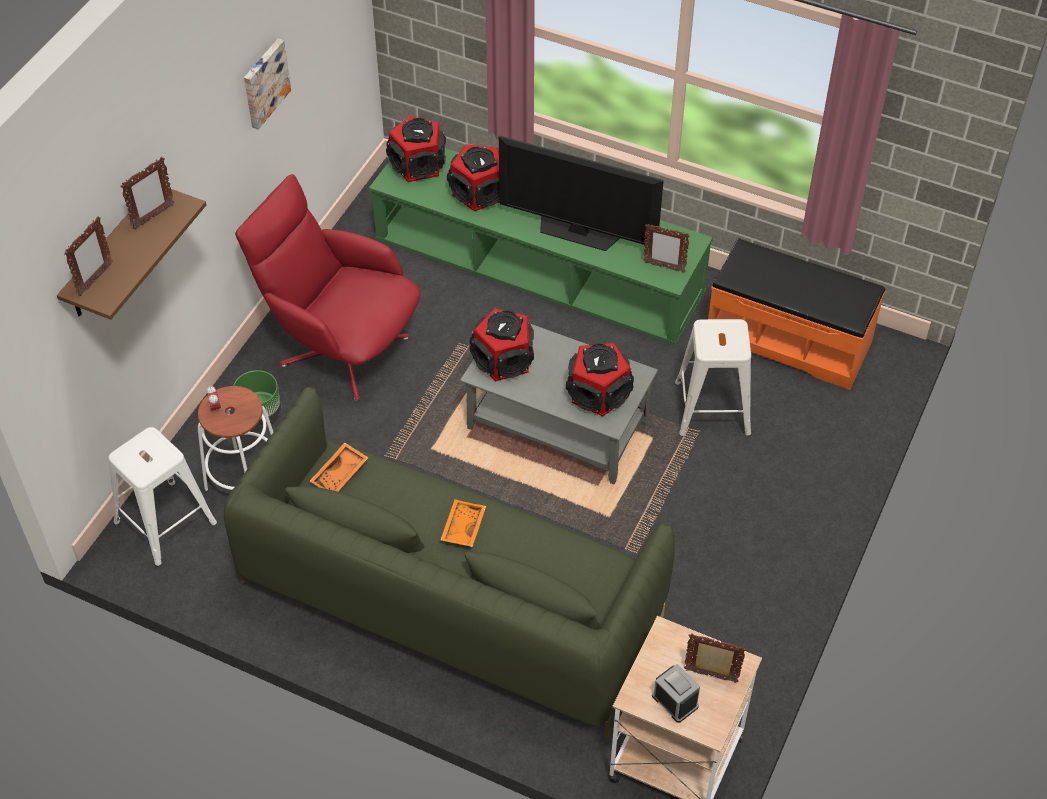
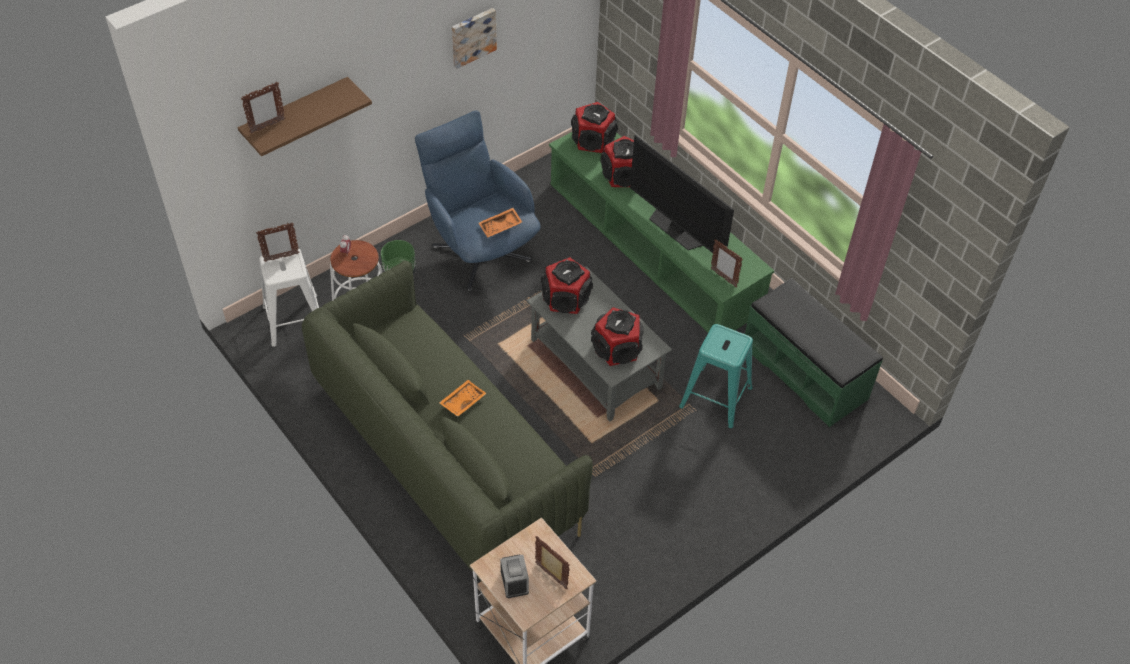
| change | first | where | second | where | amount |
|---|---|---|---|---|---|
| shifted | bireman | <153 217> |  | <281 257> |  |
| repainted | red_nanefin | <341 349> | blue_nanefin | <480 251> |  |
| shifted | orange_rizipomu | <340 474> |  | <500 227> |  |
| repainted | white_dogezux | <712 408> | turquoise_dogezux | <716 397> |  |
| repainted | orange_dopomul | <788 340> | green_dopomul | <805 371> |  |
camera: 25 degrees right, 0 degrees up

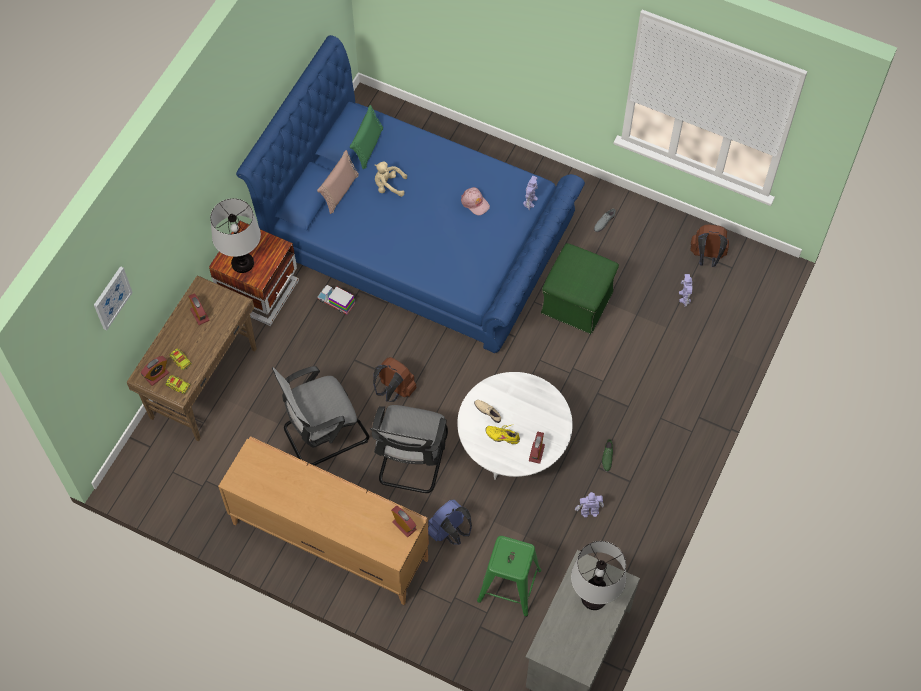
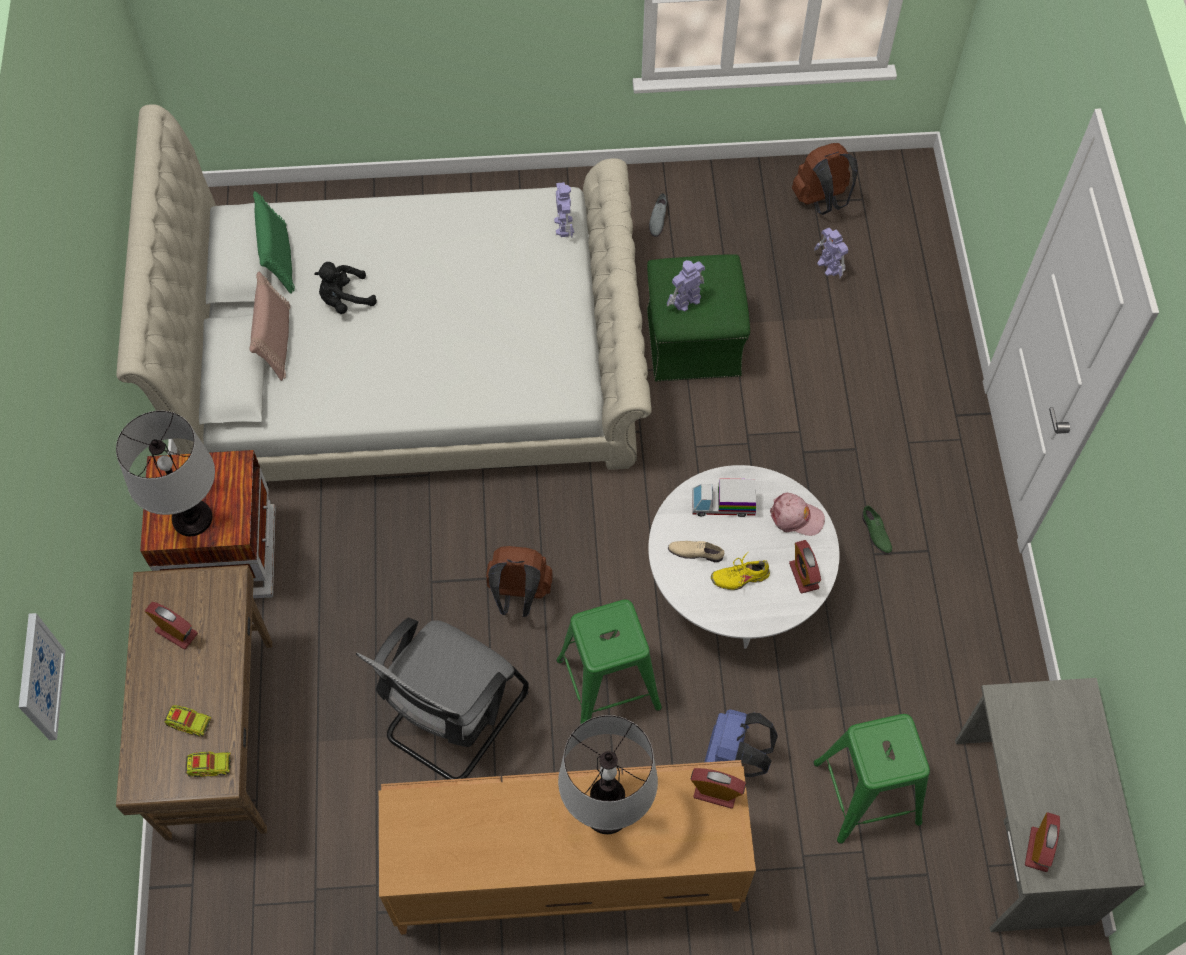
| change | first | where | second | where | amount |
|---|---|---|---|---|---|
| repainted | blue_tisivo | <417 235> | beige_tisivo | <411 359> |  |
| repainted | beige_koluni | <388 186> | black_koluni | <345 299> |  |
| swapped | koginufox | <411 459> | green_dogezux | <608 684> |  |
| shifted | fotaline | <594 598> |  | <607 812> |  |
| shifted | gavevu | <589 511> |  | <686 301> |  |
| shifted | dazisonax | <336 302> |  | <723 504> |  |
| shifted | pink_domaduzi | <475 203> |  | <796 517> |  |
| shifted | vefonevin | <157 375> |  | <1038 849> |  |
camera: 30 degrees left, 0 degrees up

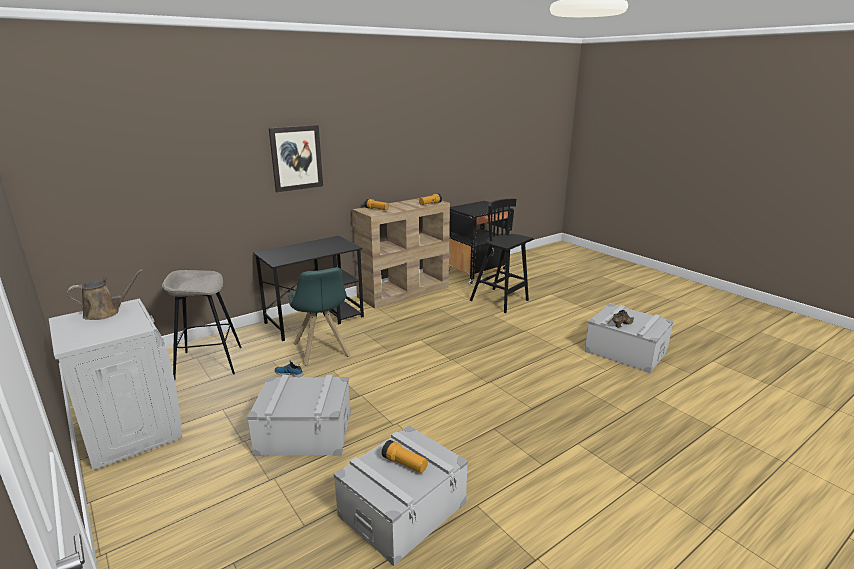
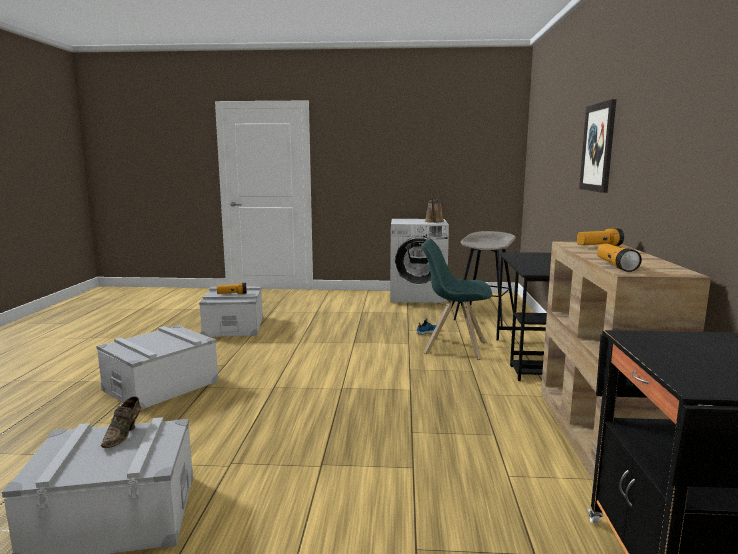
| change | first | where | second | where | amount |
|---|---|---|---|---|---|
| shifted | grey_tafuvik | <305 432> |  | <161 386> |  |
| gone | black_dogezux | <501 301> |  |  |  |
camera: 130 degrees right, 10 degrees down

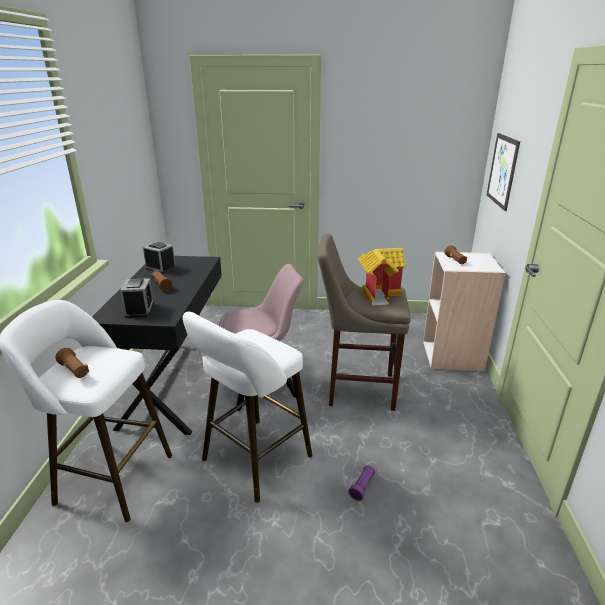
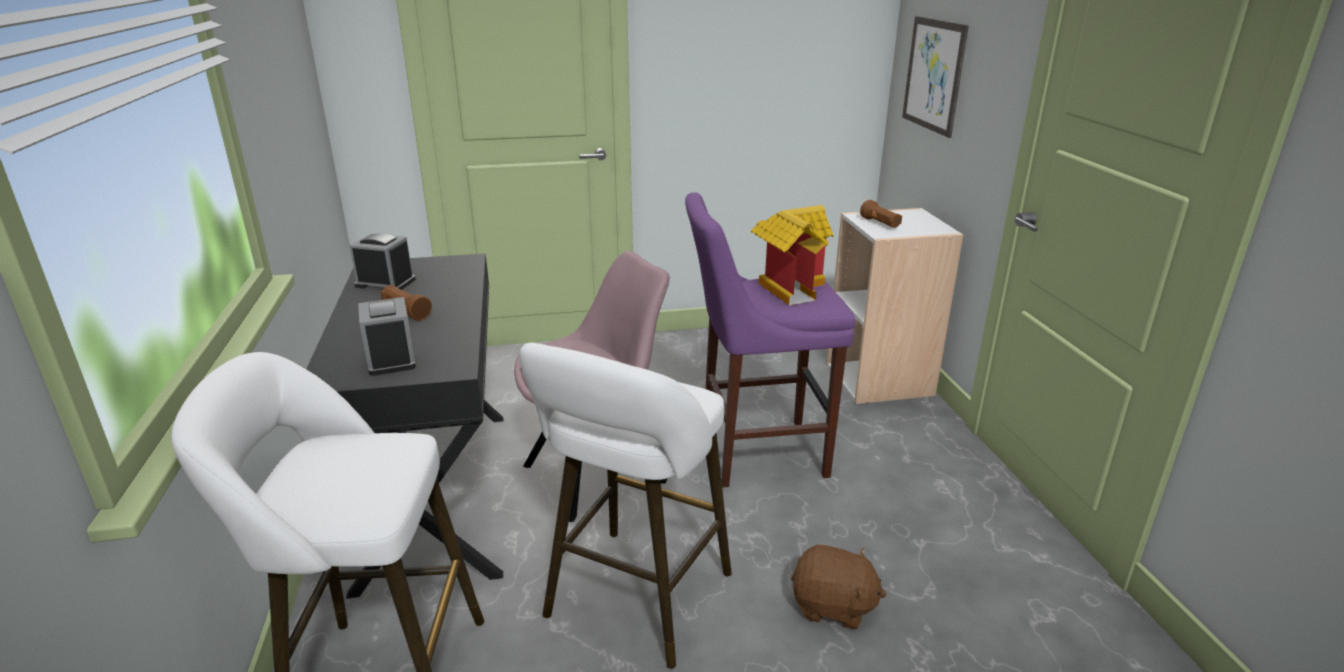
| change | first | where | second | where | amount |
|---|---|---|---|---|---|
| repainted | beige_dogezux | <357 388> | purple_dogezux | <756 452> |  |
| swapped | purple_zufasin | <362 487> | brown_koluni | <833 606> |  |
| gone | brown_zufasin | <74 371> |  |  |  |
camera: 15 degrees left, 0 degrees up

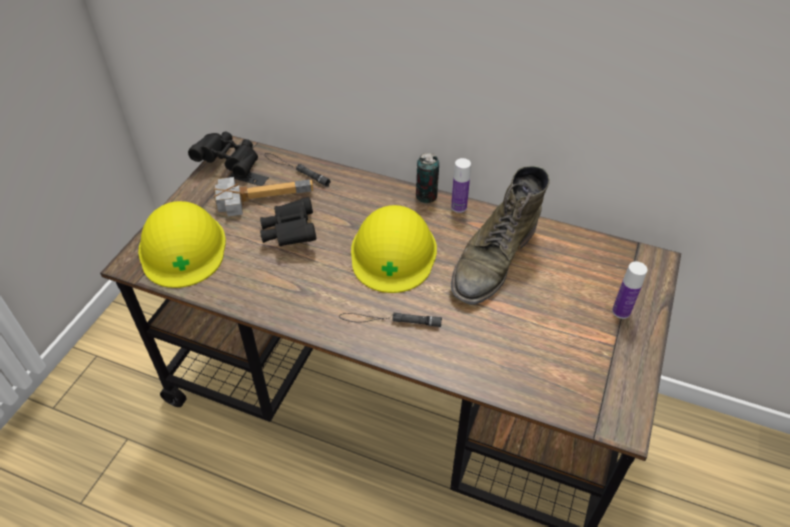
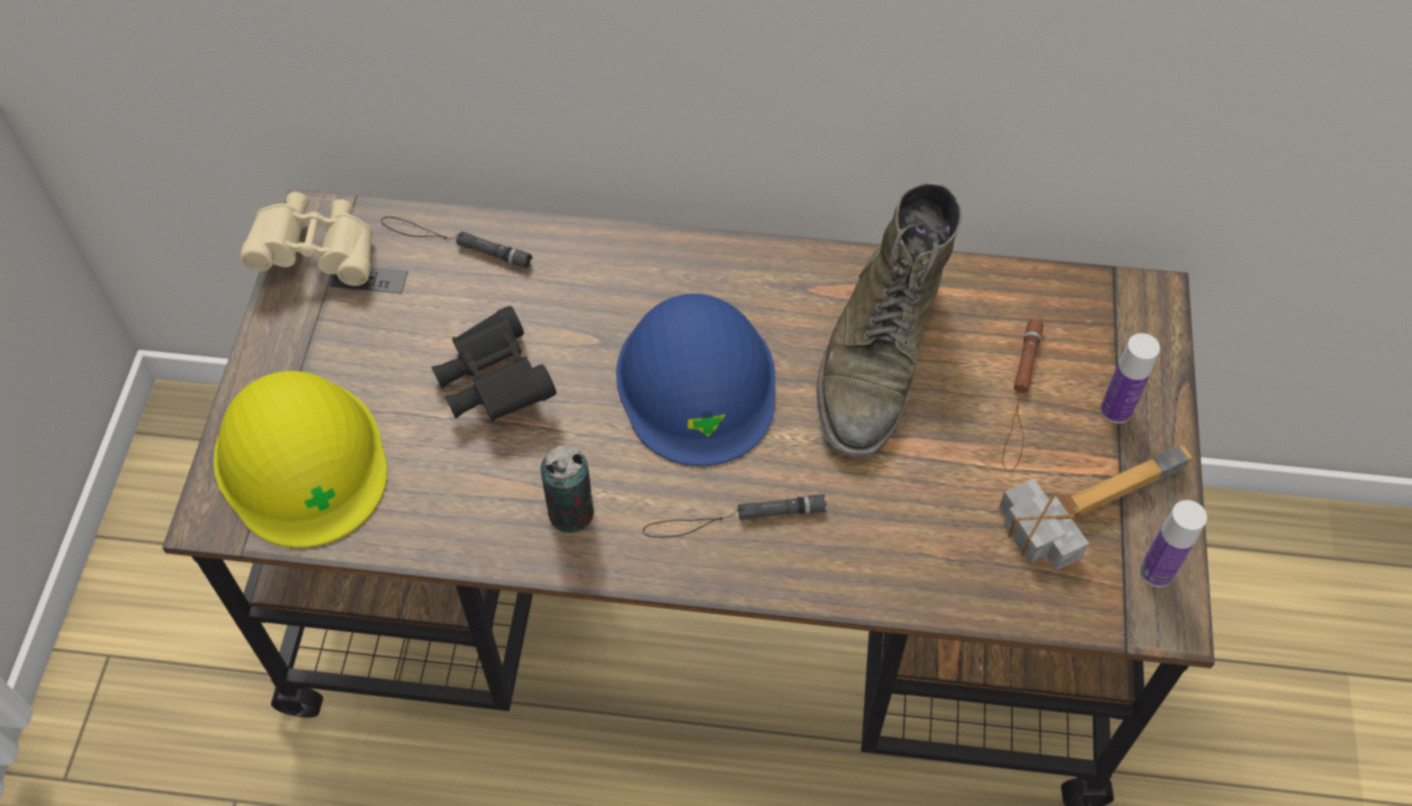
| change | first | where | second | where | amount |
|---|---|---|---|---|---|
| repainted | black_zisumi | <229 162> | beige_zisumi | <318 253> |  |
| shifted | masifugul | <426 196> |  | <571 513> |  |
| repainted | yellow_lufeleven | <393 252> | blue_lufeleven | <697 381> |  |
| shifted | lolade | <261 195> |  | <1086 498> |  |
| new |  |  | brown_zufasin | <1021 397> |  |
| shifted | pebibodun | <458 207> |  | <1156 572> |  |
camera: 15 degrees left, 10 degrees up

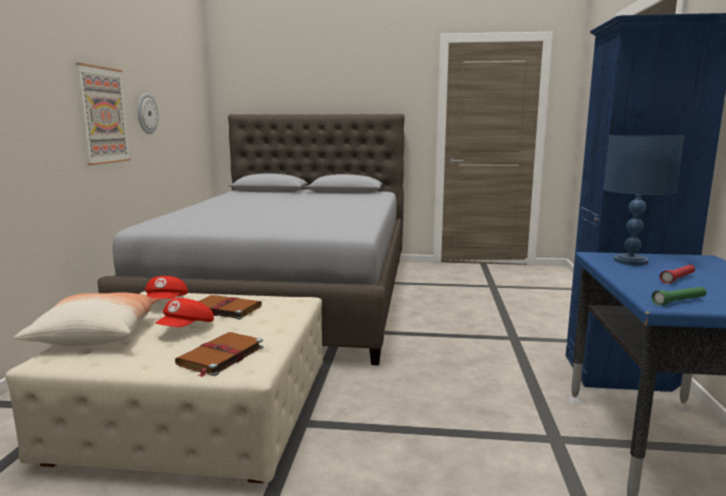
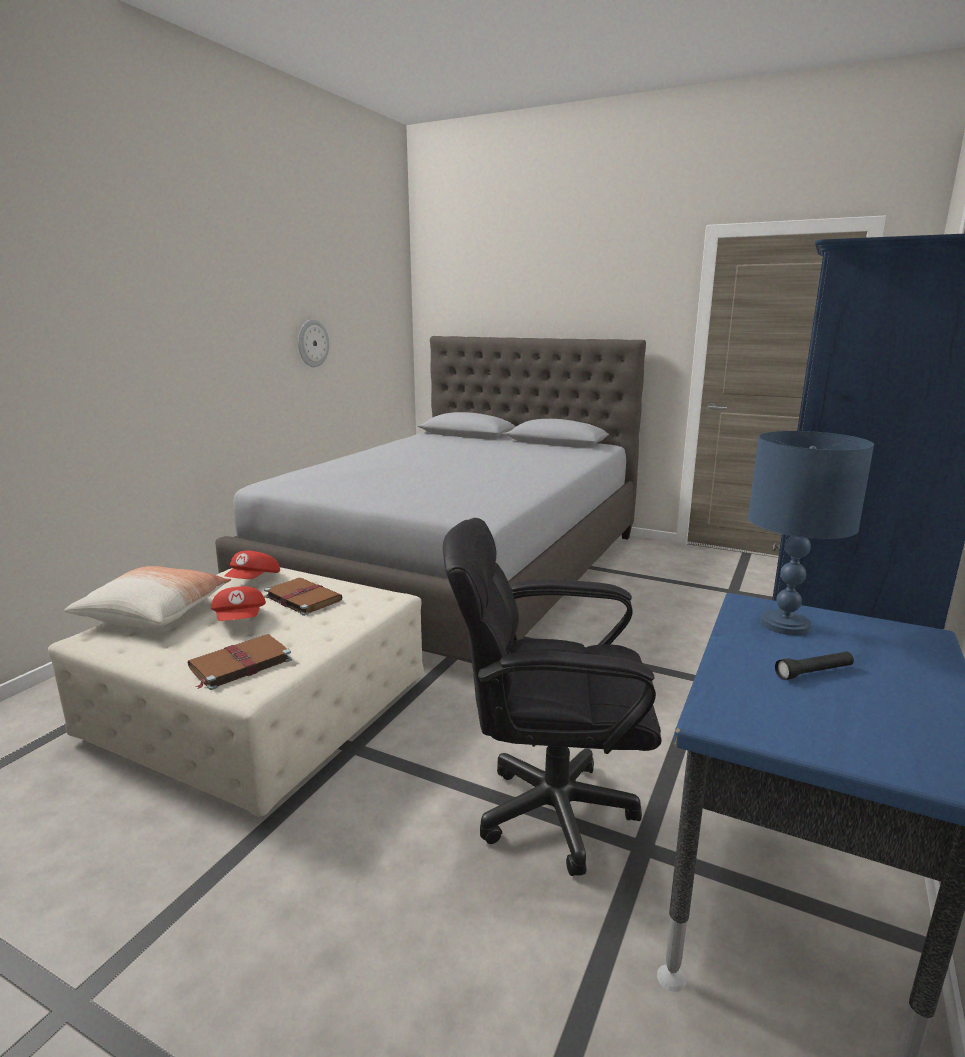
| change | first | where | second | where | amount |
|---|---|---|---|---|---|
| rotated | red_domaduzi | <186 329> |  | <241 620> | 60 degrees counterclockwise |
| new |  |  | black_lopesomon | <546 815> |  |
| repainted | red_zufasin | <677 279> | black_zufasin | <814 672> |  |
| gone | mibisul | <103 115> |  |  |  |
| gone | green_zufasin | <679 301> |  |  |  |
camera: 20 degrees right, 5 degrees up

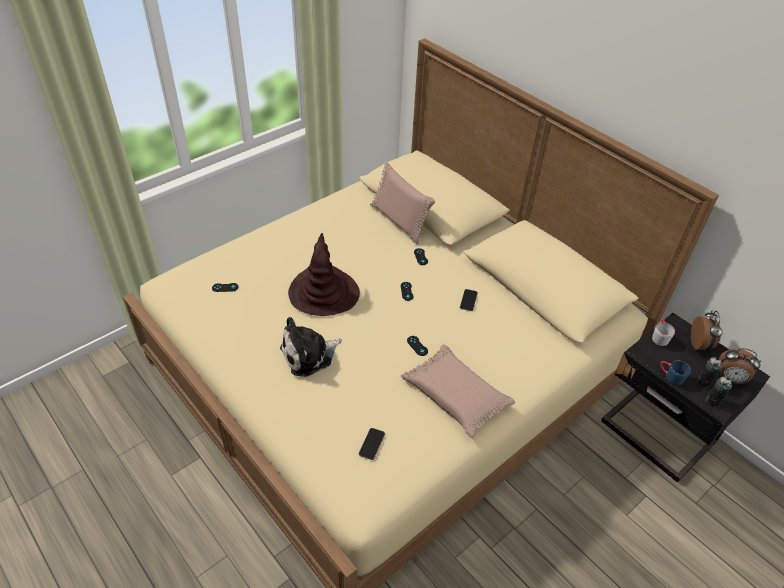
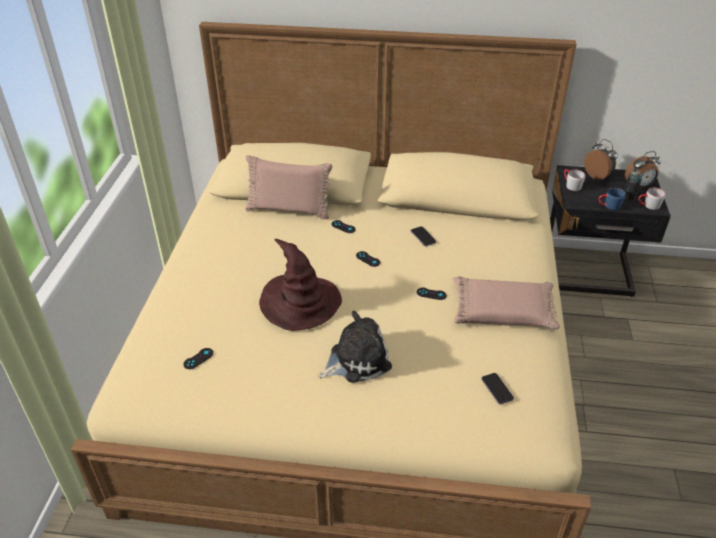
| change | first | where | second | where | amount |
|---|---|---|---|---|---|
| rotated | koluni | <309 355> |  | <356 360> | 135 degrees counterclockwise |
| swapped | masifugul | <712 401> | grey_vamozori | <648 206> |  |
camera: 40 degrees left, 5 degrees down

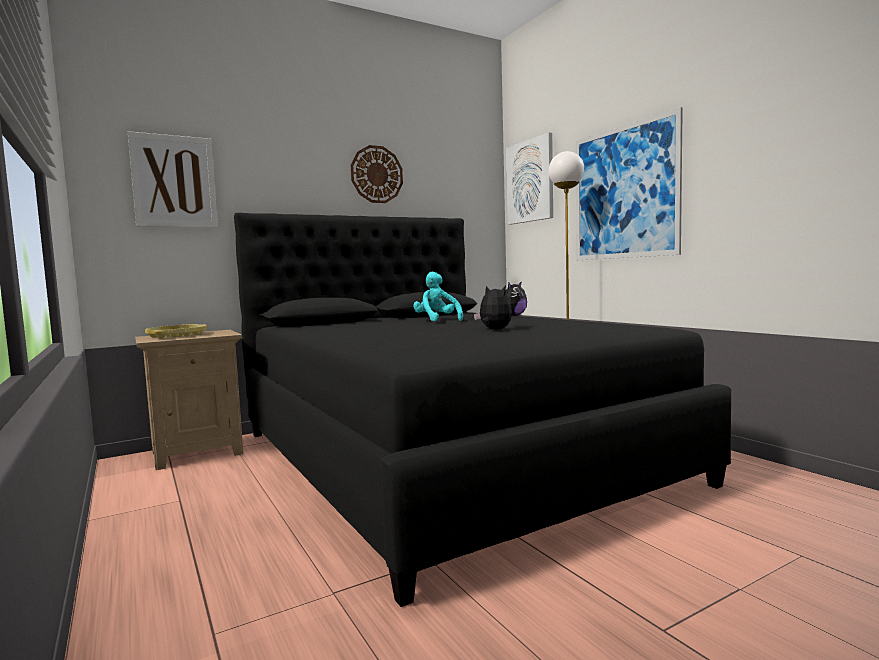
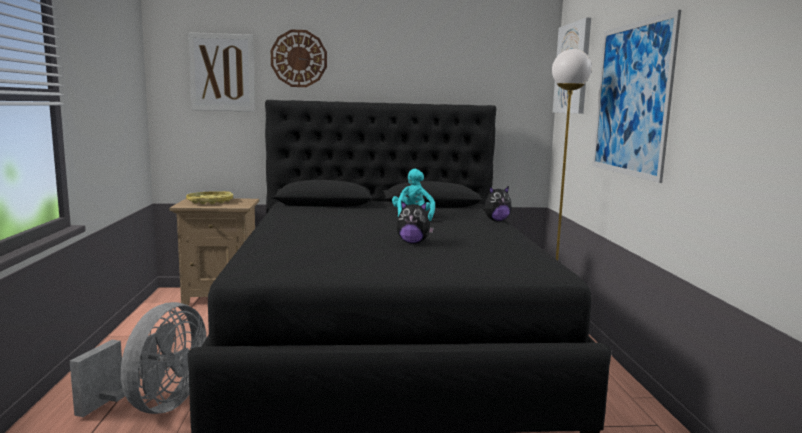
| change | first | where | second | where | amount |
|---|---|---|---|---|---|
| new |  |  | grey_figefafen | <155 406> |  |
| shifted | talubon | <376 174> |  | <299 58> |  |
| rotated | koluni | <494 330> |  | <413 242> | 120 degrees clockwise |
camera: 25 degrees right, 5 degrees up

